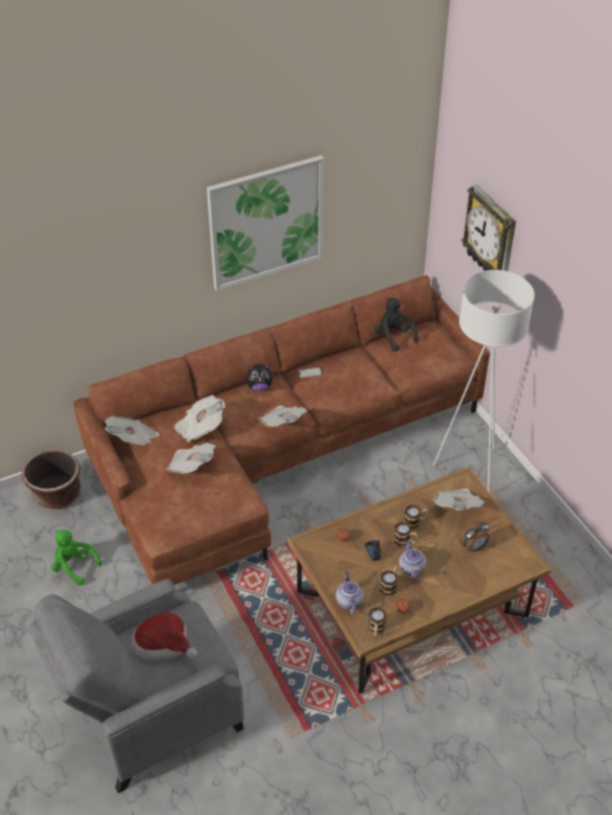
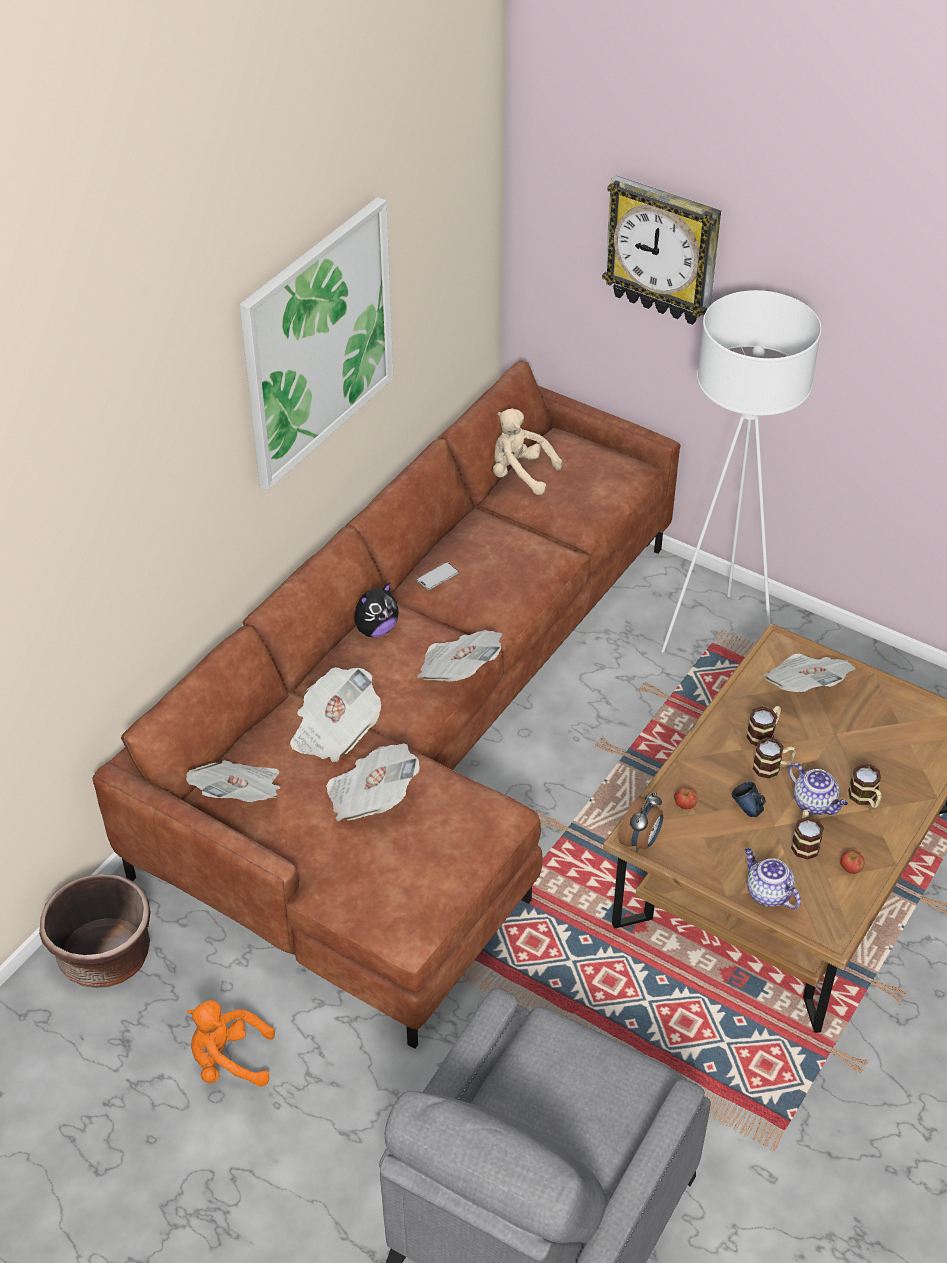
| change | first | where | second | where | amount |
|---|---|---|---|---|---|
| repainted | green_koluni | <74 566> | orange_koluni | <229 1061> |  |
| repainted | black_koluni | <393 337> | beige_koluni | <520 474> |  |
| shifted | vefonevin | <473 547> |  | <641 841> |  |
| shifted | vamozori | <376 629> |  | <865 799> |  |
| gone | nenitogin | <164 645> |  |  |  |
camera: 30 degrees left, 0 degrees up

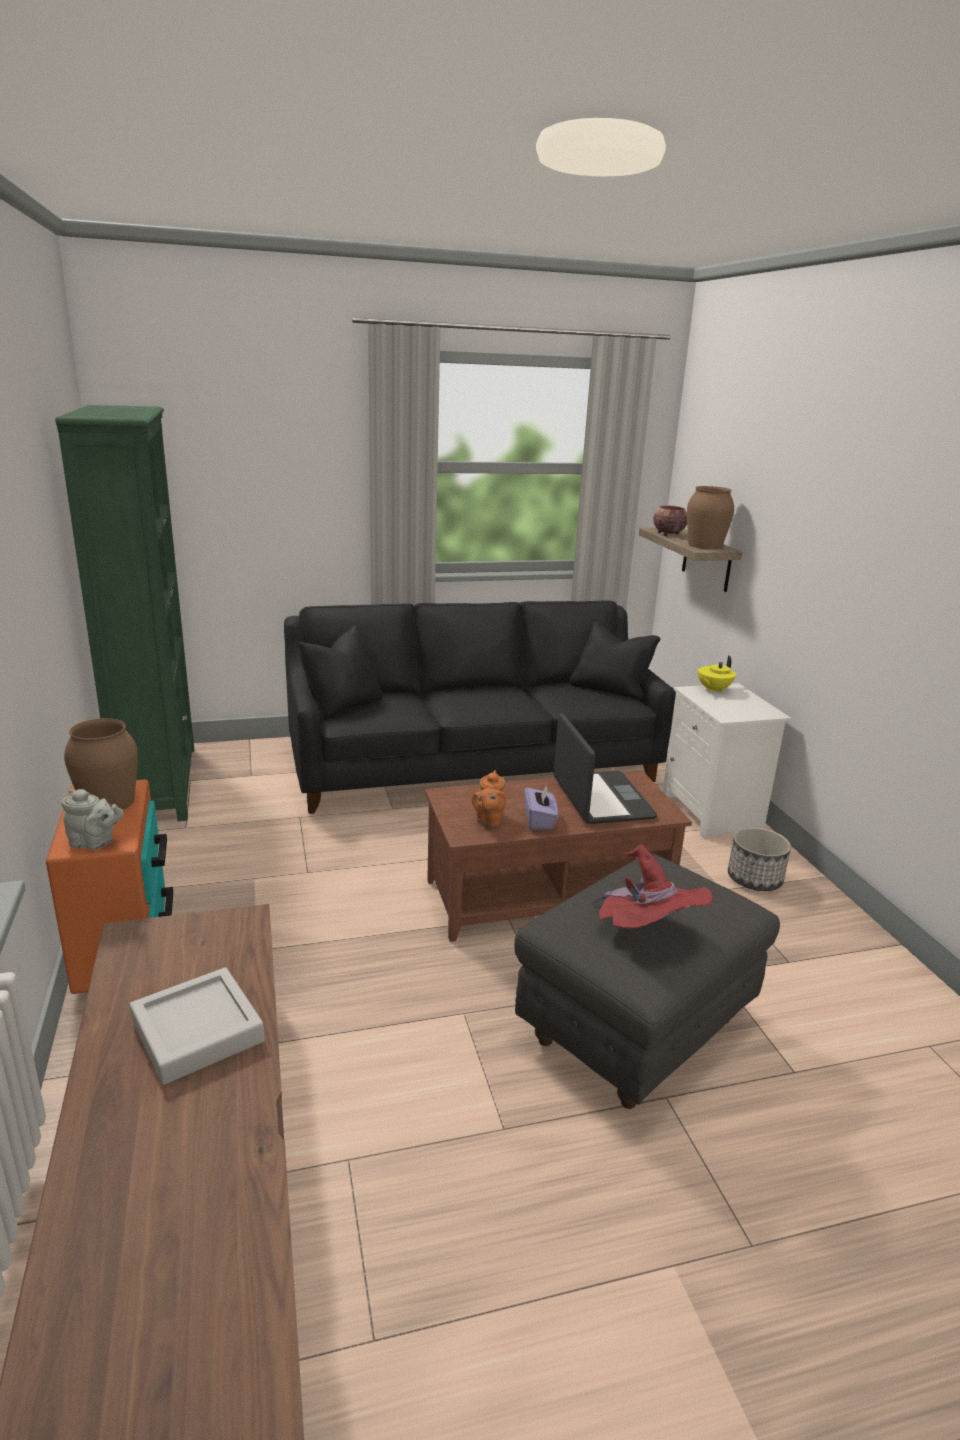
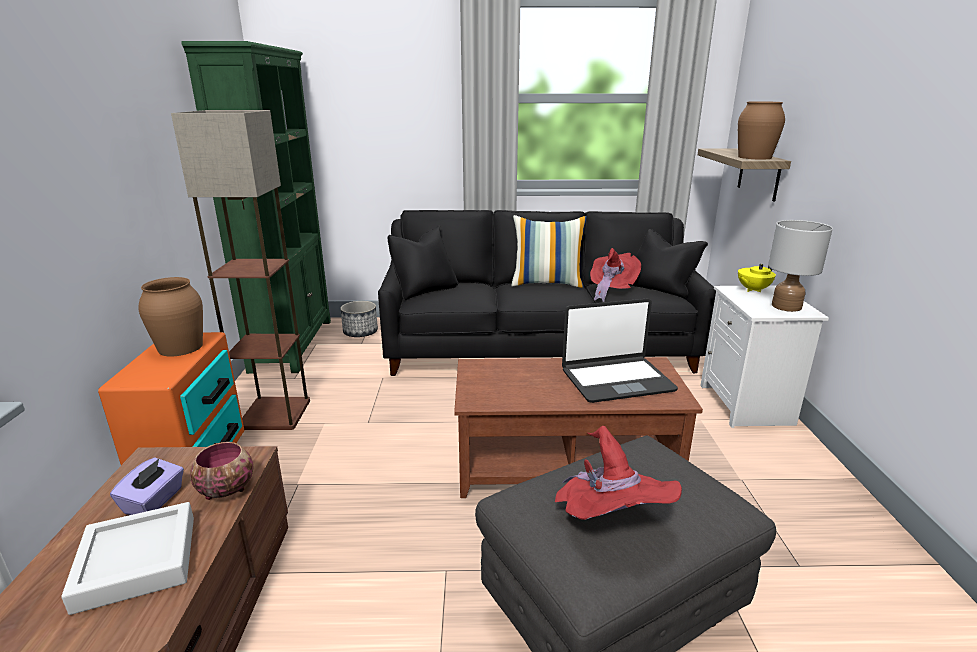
| change | first | where | second | where | amount |
|---|---|---|---|---|---|
| shifted | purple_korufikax | <539 820> |  | <154 501> |  |
| new |  |  | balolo | <274 413> |  |
| shifted | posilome | <667 534> |  | <226 490> |  |
| shifted | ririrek | <754 879> |  | <360 332> |  |
| new |  |  | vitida | <547 283> |  |
| rotated | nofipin | <601 799> |  | <616 380> | 75 degrees clockwise |
| new |  |  | red_nenitogin | <611 291> |  |
| new |  |  | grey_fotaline | <785 306> |  |
| gone | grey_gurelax | <95 843> |  |  |  |
| gone | orange_gurelax | <488 820> |  |  |  |
camera: 15 degrees right, 0 degrees up

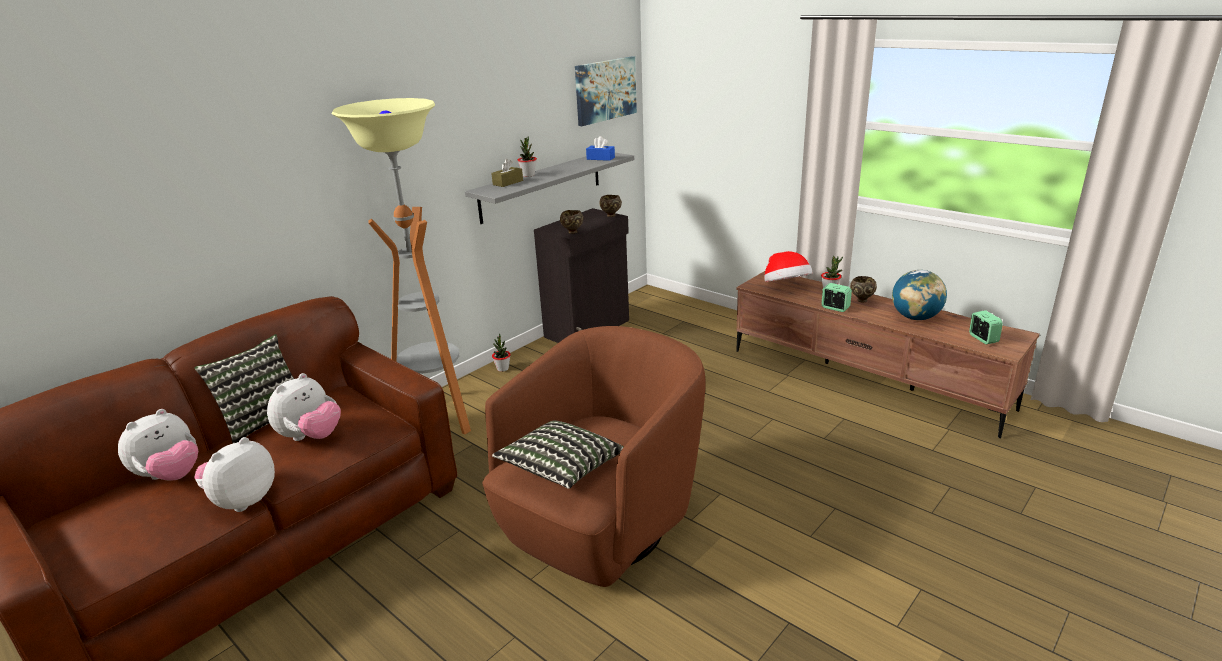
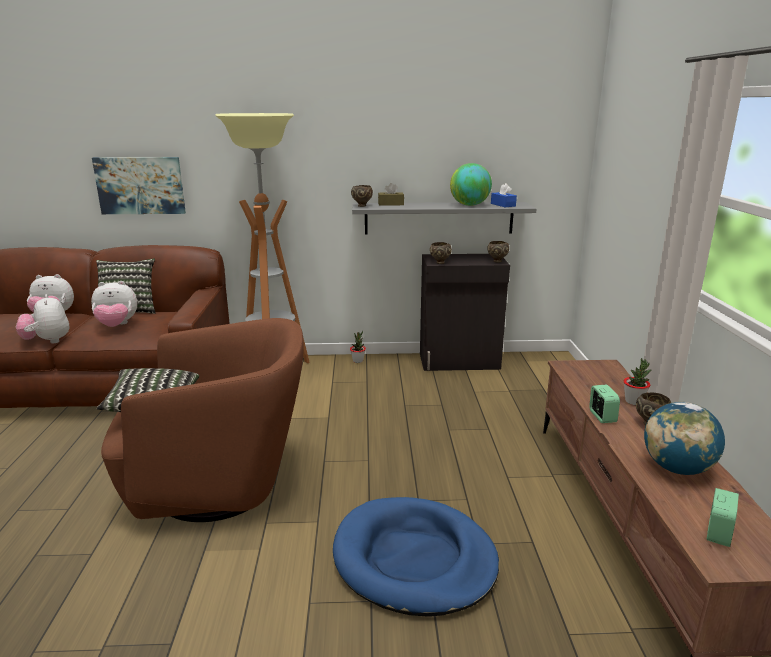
| change | first | where | second | where | amount |
|---|---|---|---|---|---|
| rotated | koluni | <242 500> |  | <47 341> | 105 degrees counterclockwise |
| shifted | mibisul | <605 90> |  | <140 185> |  |
| new |  |  | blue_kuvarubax | <414 559> |  |
| new |  |  | brown_posilome | <362 205> |  |
| new |  |  | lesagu | <469 205> |  |
| gone | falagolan | <528 175> |  |  |  |
| gone | nenitogin | <786 286> |  |  |  |
camera: 45 degrees right, 5 degrees down

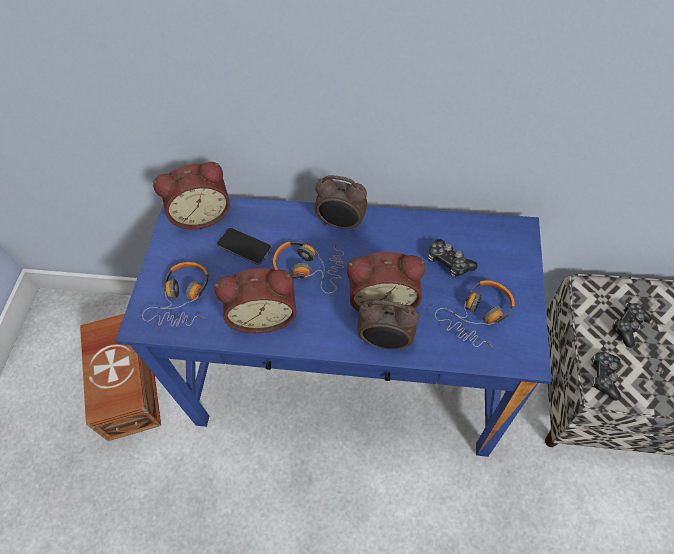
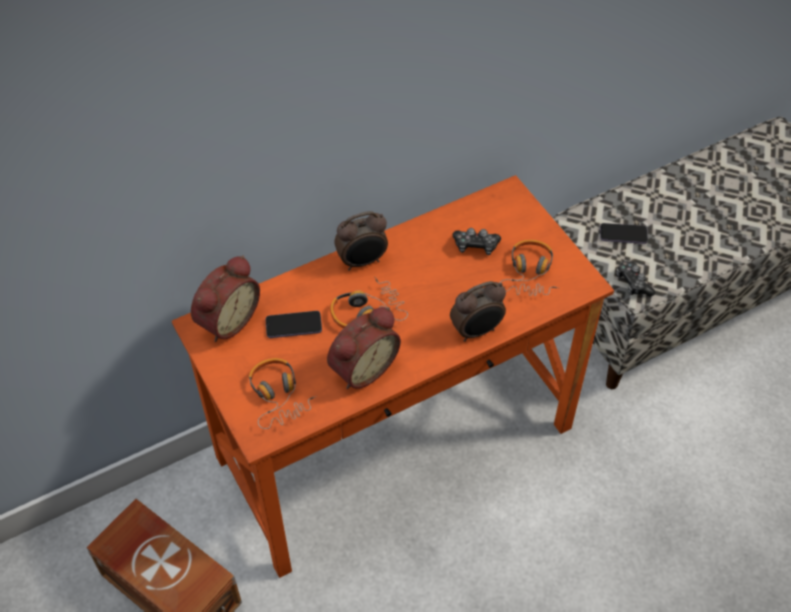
| change | first | where | second | where | amount |
|---|---|---|---|---|---|
| repainted | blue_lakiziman | <346 378> | orange_lakiziman | <394 441> |  |
| swapped | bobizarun | <628 326> | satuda | <623 234> |  |
| gone | vefonevin | <383 298> |  |  |  |
camera: 40 degrees left, 5 degrees down

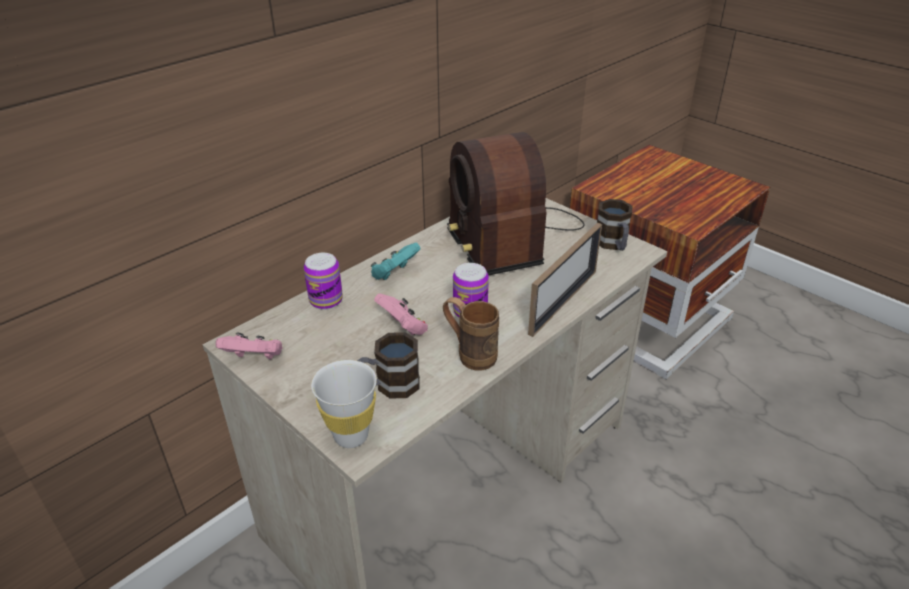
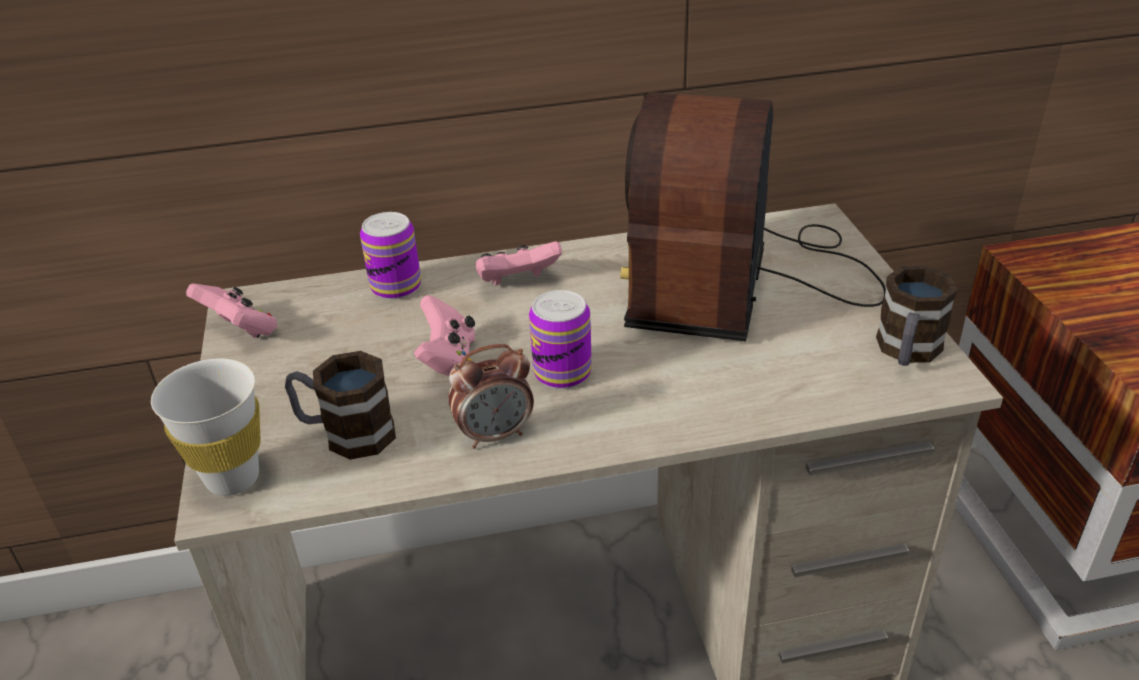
| change | first | where | second | where | amount |
|---|---|---|---|---|---|
| swapped | brown_vamozori | <470 354> | vefonevin | <495 435> |  |
| repainted | turquoise_bobizarun | <394 274> | pink_bobizarun | <518 282> |  |
| gone | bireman | <563 302> |  |  |  |
camera: 35 degrees right, 0 degrees up

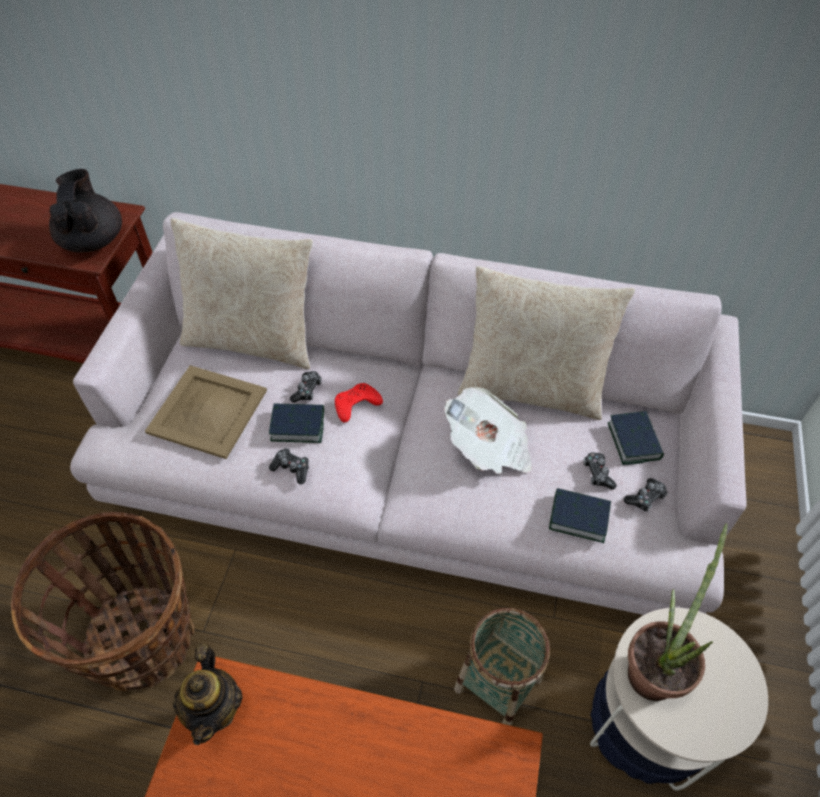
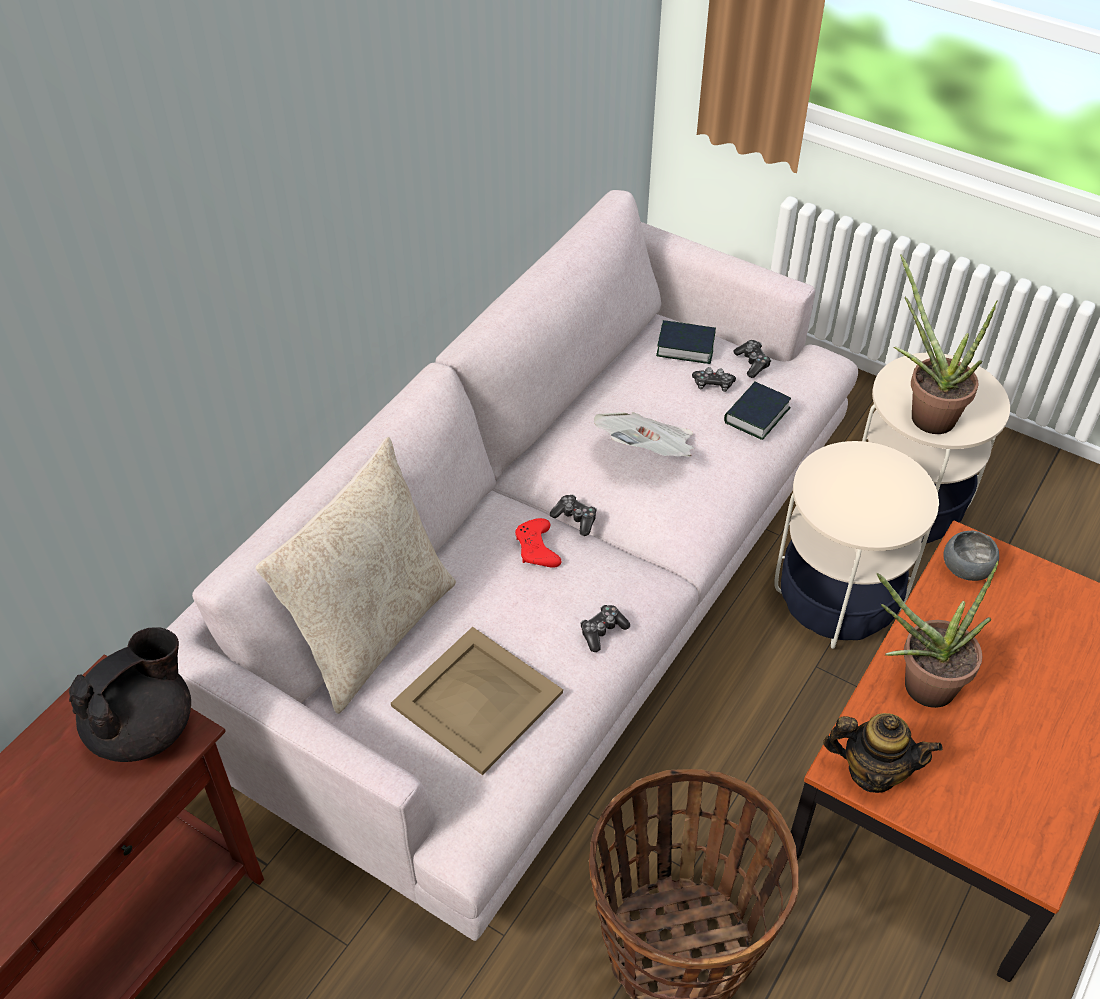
| change | first | where | second | where | amount |
|---|---|---|---|---|---|
| rotated | black_gurelax | <93 240> |  | <144 728> | 120 degrees clockwise |
| shifted | bobizarun | <307 390> |  | <575 519> |  |
| swapped | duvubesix | <498 684> | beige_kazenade | <836 603> |  |
| new |  |  | falagolan | <917 687> |  |
| new |  |  | grey_posilome | <967 570> |  |
| gone | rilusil | <297 426> |  |  |  |
| gone | beige_vitida | <531 388> |  |  |  |
camera: 70 degrees left, 5 degrees down

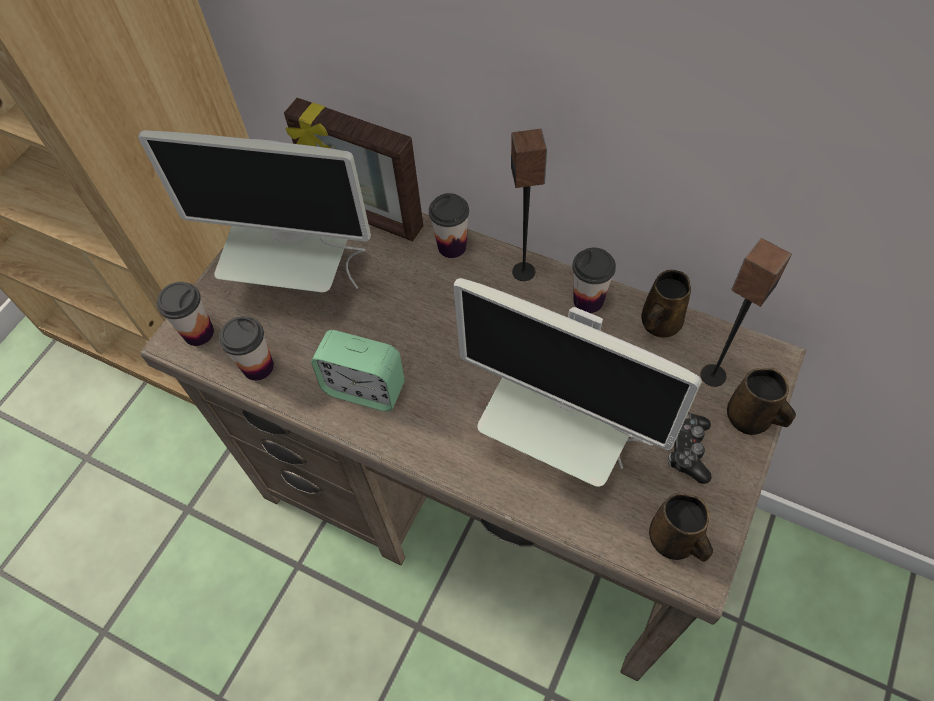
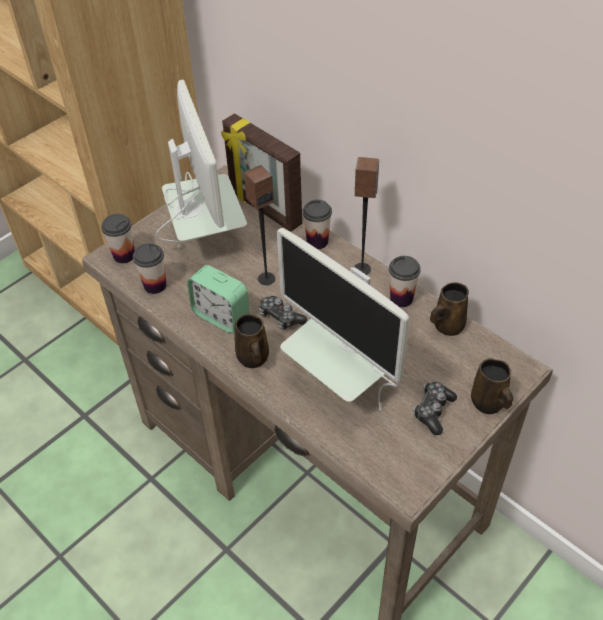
| change | first | where | second | where | amount |
|---|---|---|---|---|---|
| rotated | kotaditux | <302 281> |  | <205 240> | 135 degrees counterclockwise |
| shifted | brown_vamozori | <674 541> |  | <253 359> |  |
| shifted | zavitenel | <712 375> |  | <266 278> |  |
| new |  |  | bobizarun | <281 317> |  |
camera: 15 degrees right, 10 degrees down

